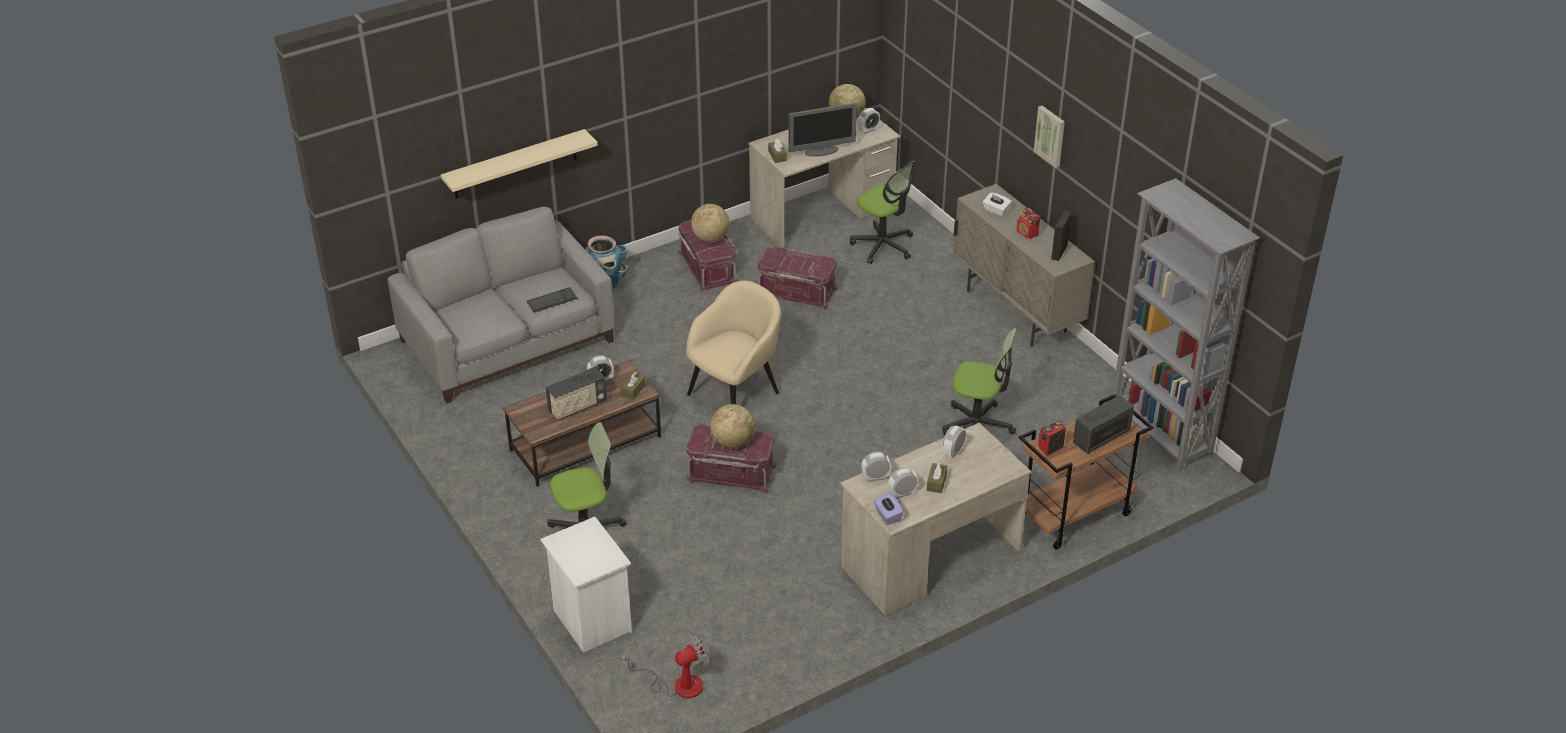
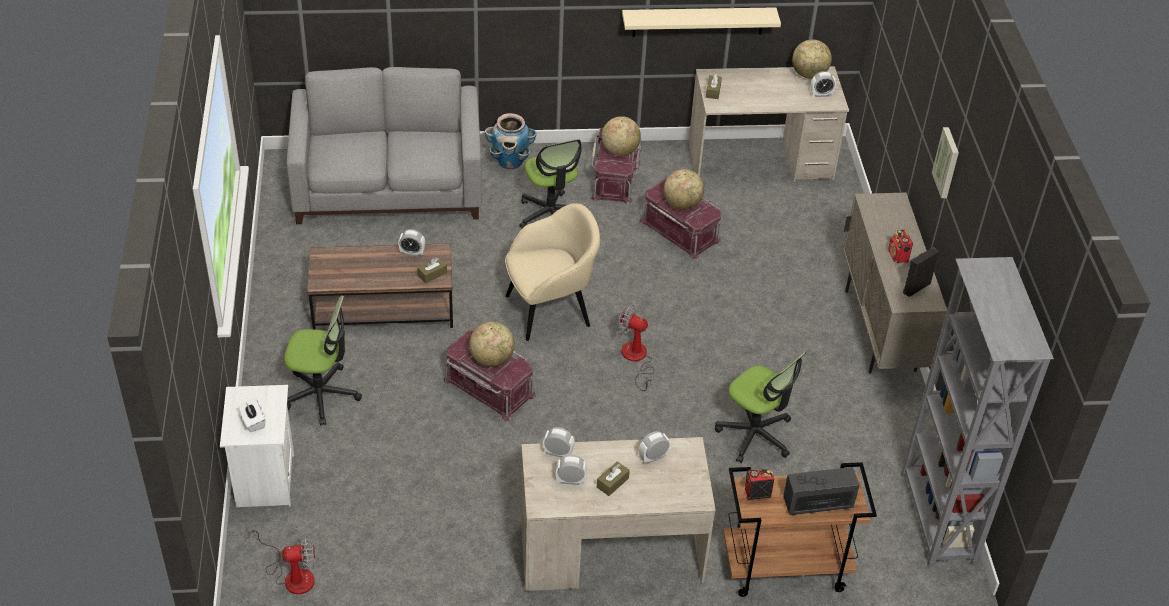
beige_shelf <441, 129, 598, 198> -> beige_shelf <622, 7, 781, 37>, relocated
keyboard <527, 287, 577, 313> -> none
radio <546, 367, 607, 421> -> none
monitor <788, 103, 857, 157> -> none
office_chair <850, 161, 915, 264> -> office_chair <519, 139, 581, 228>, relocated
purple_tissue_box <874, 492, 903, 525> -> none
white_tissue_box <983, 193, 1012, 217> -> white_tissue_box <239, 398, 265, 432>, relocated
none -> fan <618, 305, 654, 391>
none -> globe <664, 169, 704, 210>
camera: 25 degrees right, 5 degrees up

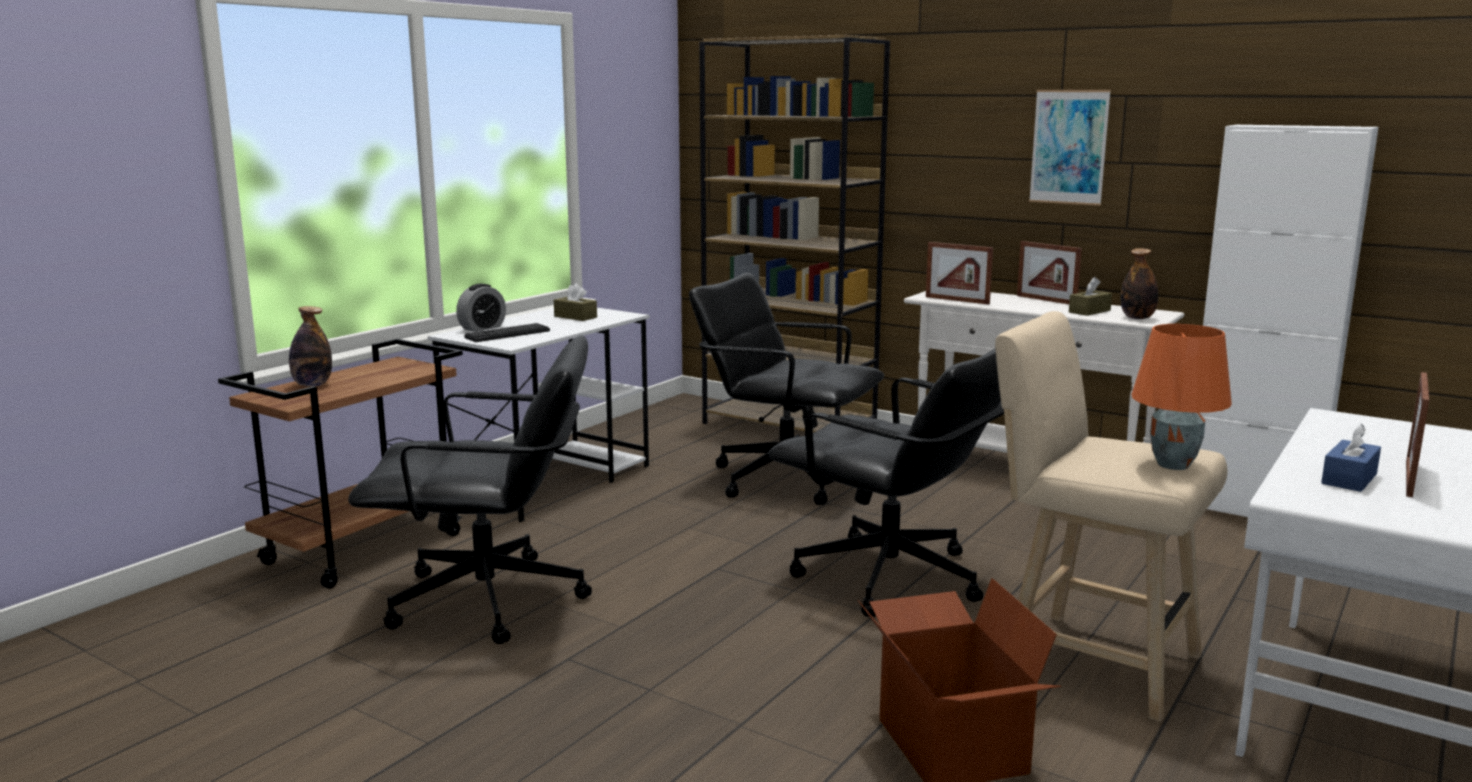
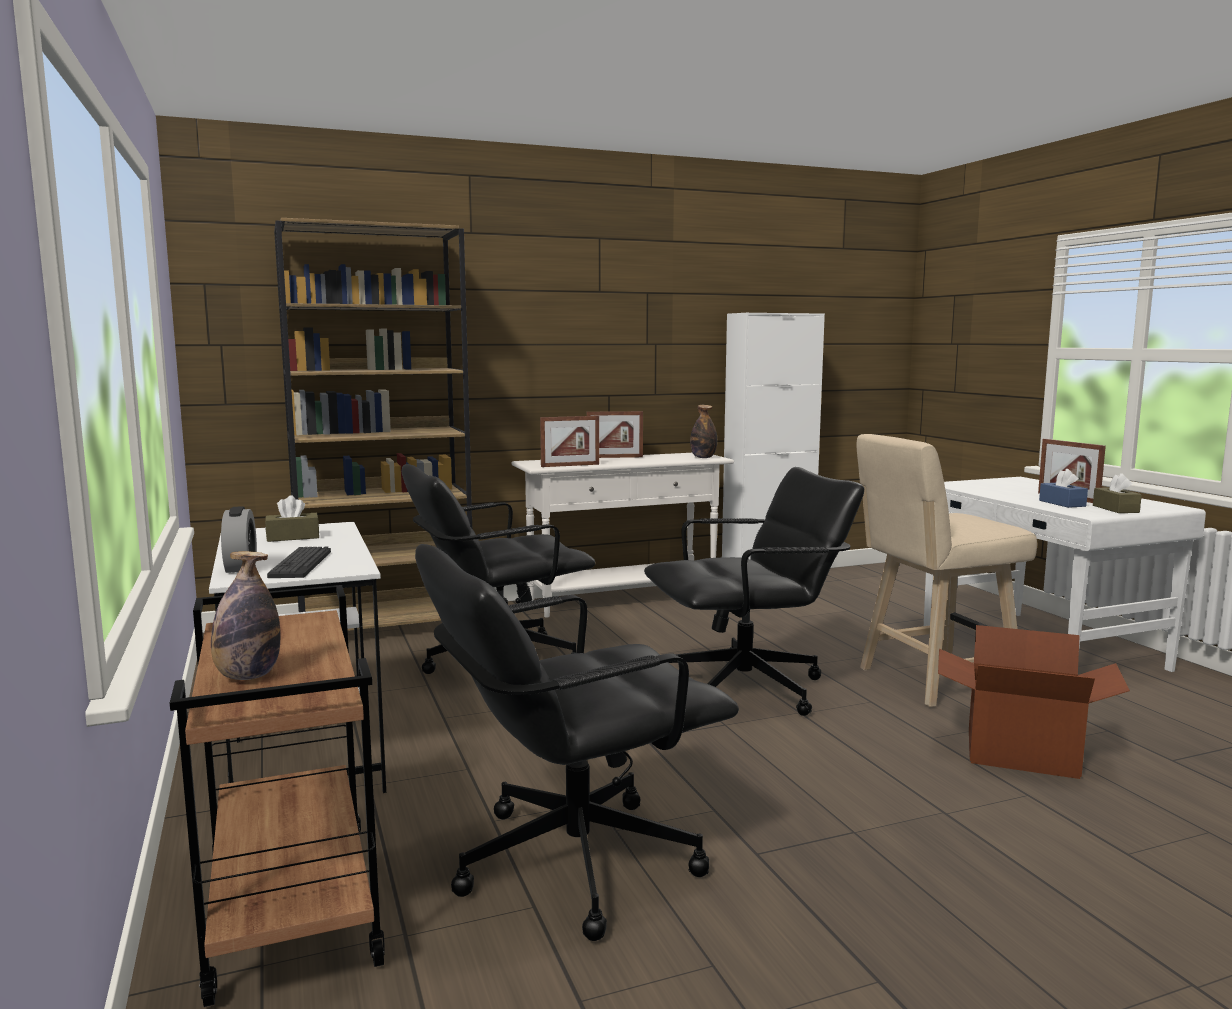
black_office_chair <348, 335, 592, 644> -> black_office_chair <415, 544, 739, 941>, 150 degrees counterclockwise
picture <1029, 90, 1111, 206> -> none
brown_tissue_box <1069, 277, 1112, 316> -> brown_tissue_box <1093, 473, 1142, 513>, relocated
orange_table_lamp <1131, 324, 1232, 470> -> none
camera: 55 degrees left, 5 degrees down

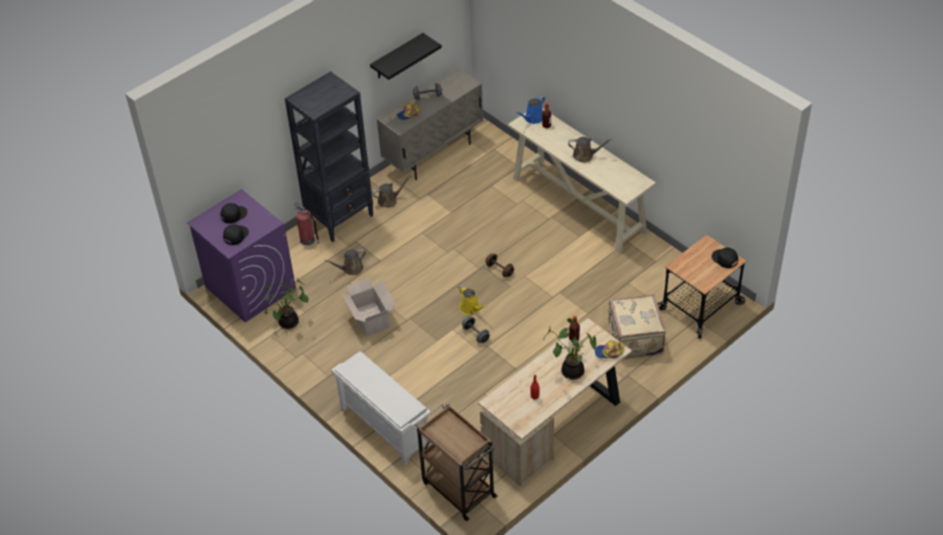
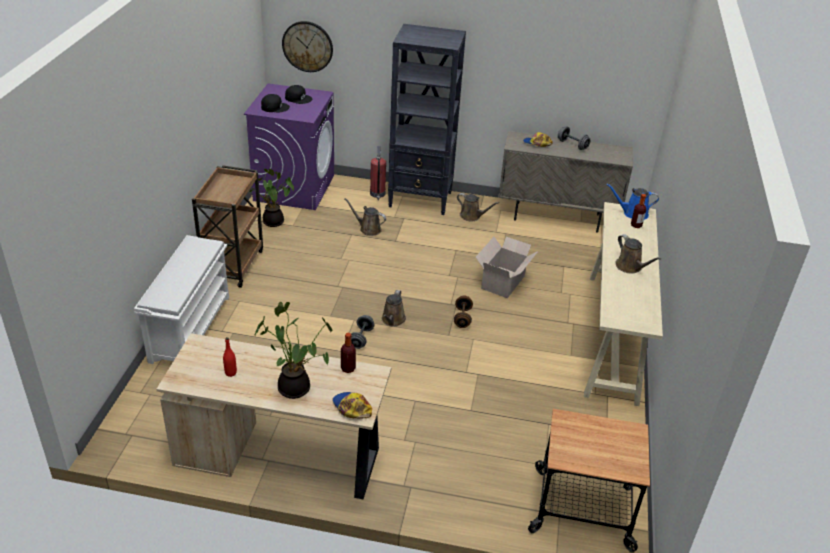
cardboard_box <341, 278, 396, 336> -> cardboard_box <476, 237, 538, 298>, relocated
black_shelf <370, 33, 442, 80> -> none
brown_cart <415, 404, 498, 521> -> brown_cart <192, 165, 263, 288>, relocated
yellow_watering_can <458, 285, 487, 315> -> brown_watering_can <381, 290, 406, 327>
beige_suitcase <608, 294, 666, 359> -> none
black_cap <712, 247, 738, 268> -> none
none -> wall_clock <282, 21, 333, 72>
camera: 50 degrees right, 10 degrees down

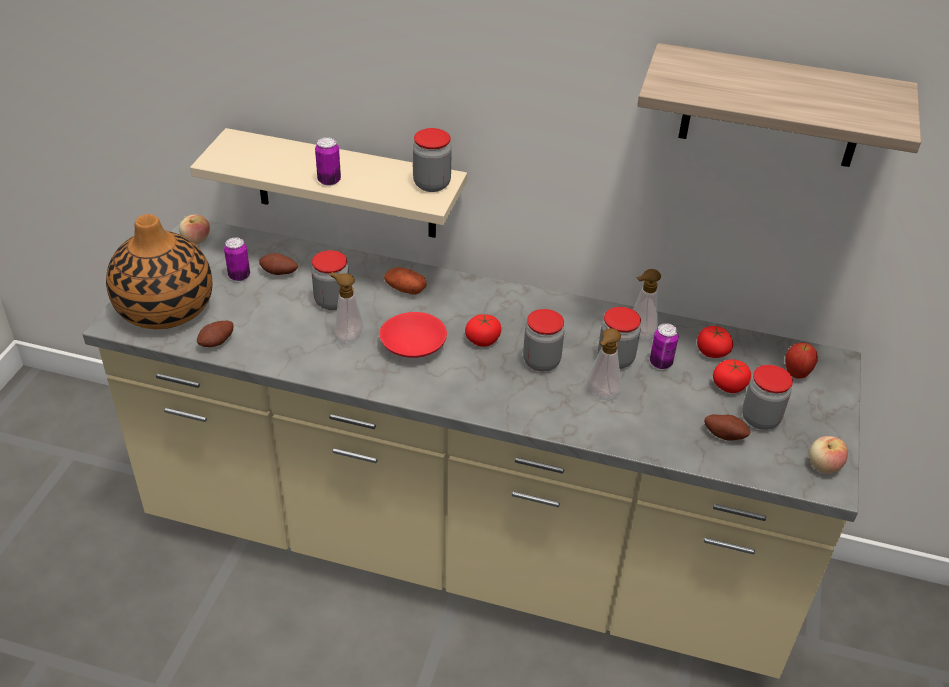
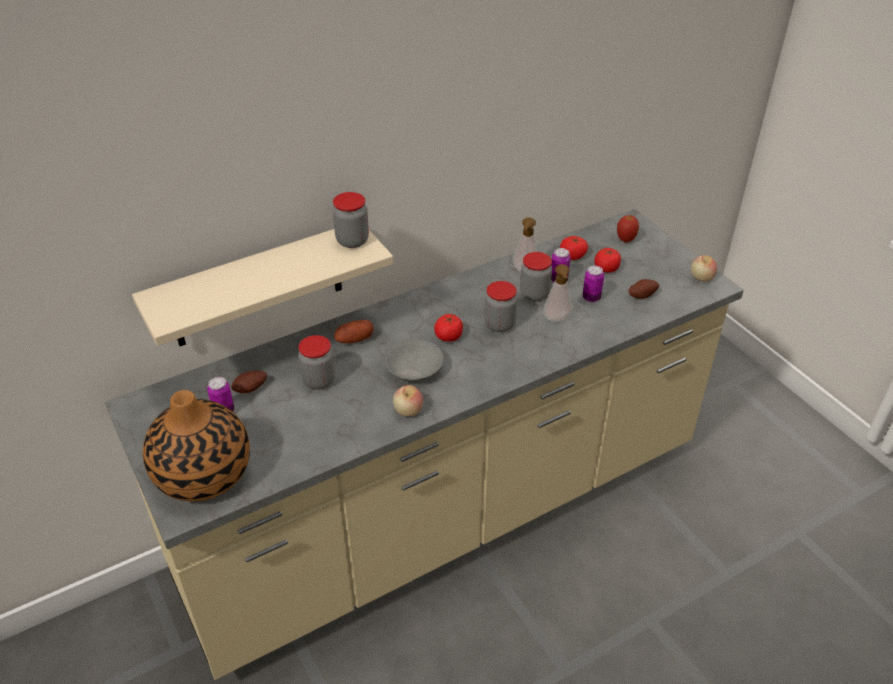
apple <179, 214, 210, 245> -> apple <393, 385, 423, 417>, relocated
potato <197, 321, 233, 347> -> none
can <315, 137, 341, 186> -> can <583, 266, 604, 302>, relocated
soap_dispenser <330, 272, 363, 345> -> none
red_bowl <380, 312, 447, 358> -> grey_bowl <385, 339, 444, 381>
shelf <637, 43, 921, 167> -> none
jar <742, 365, 793, 430> -> none
camera: 45 degrees left, 0 degrees up

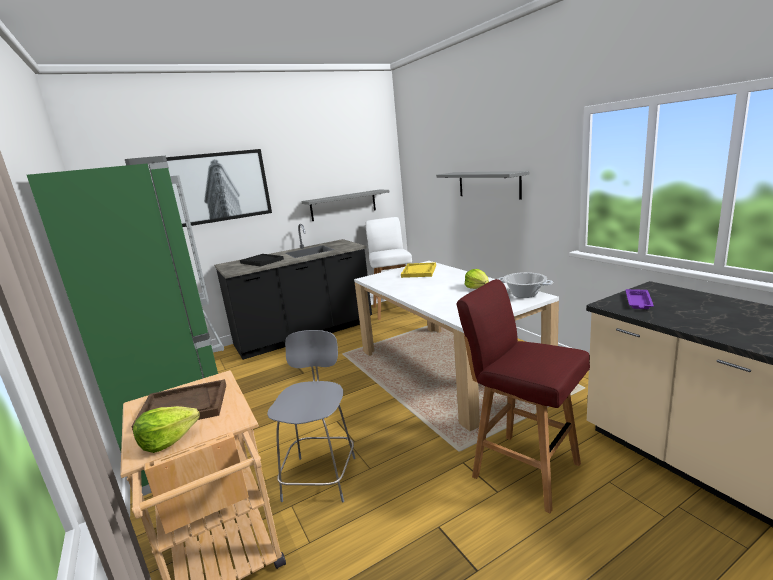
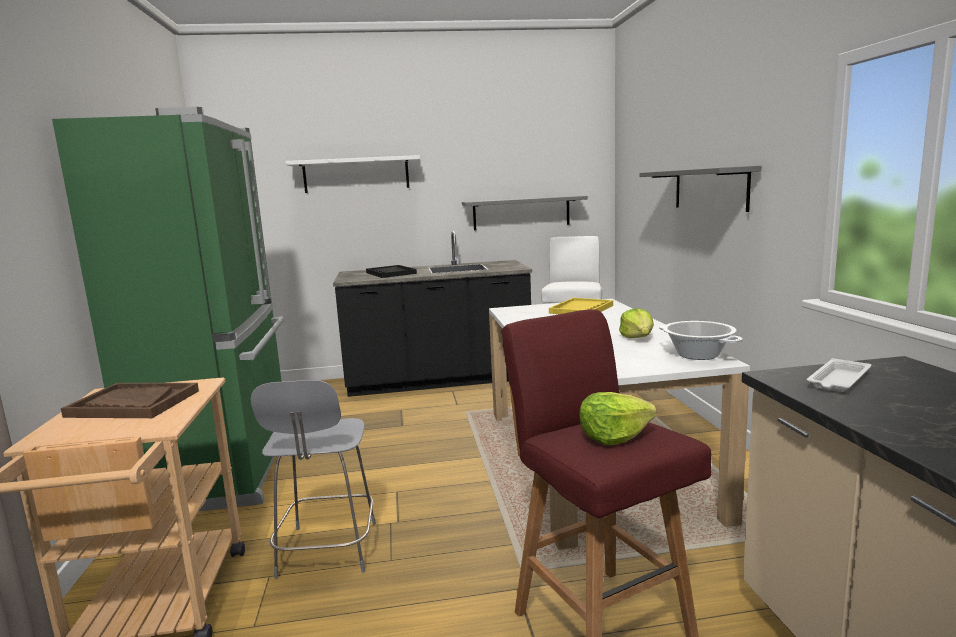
lettuce <133, 406, 199, 453> -> lettuce <579, 392, 657, 445>, relocated
picture <166, 149, 272, 227> -> white_shelf <285, 155, 420, 193>
grey_chair <267, 330, 355, 503> -> grey_chair <251, 380, 376, 579>, 150 degrees clockwise
purple_tray <626, 289, 654, 309> -> white_tray <807, 358, 871, 392>
camera: 20 degrees right, 5 degrees down

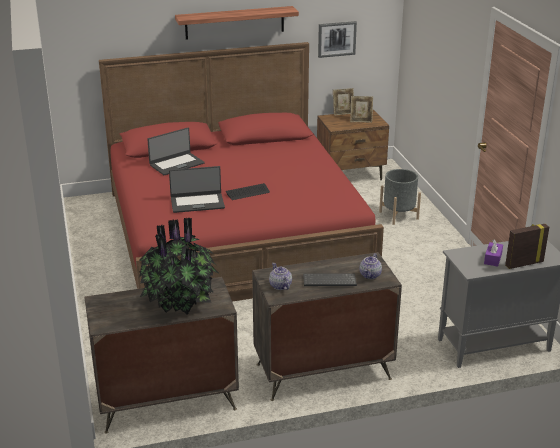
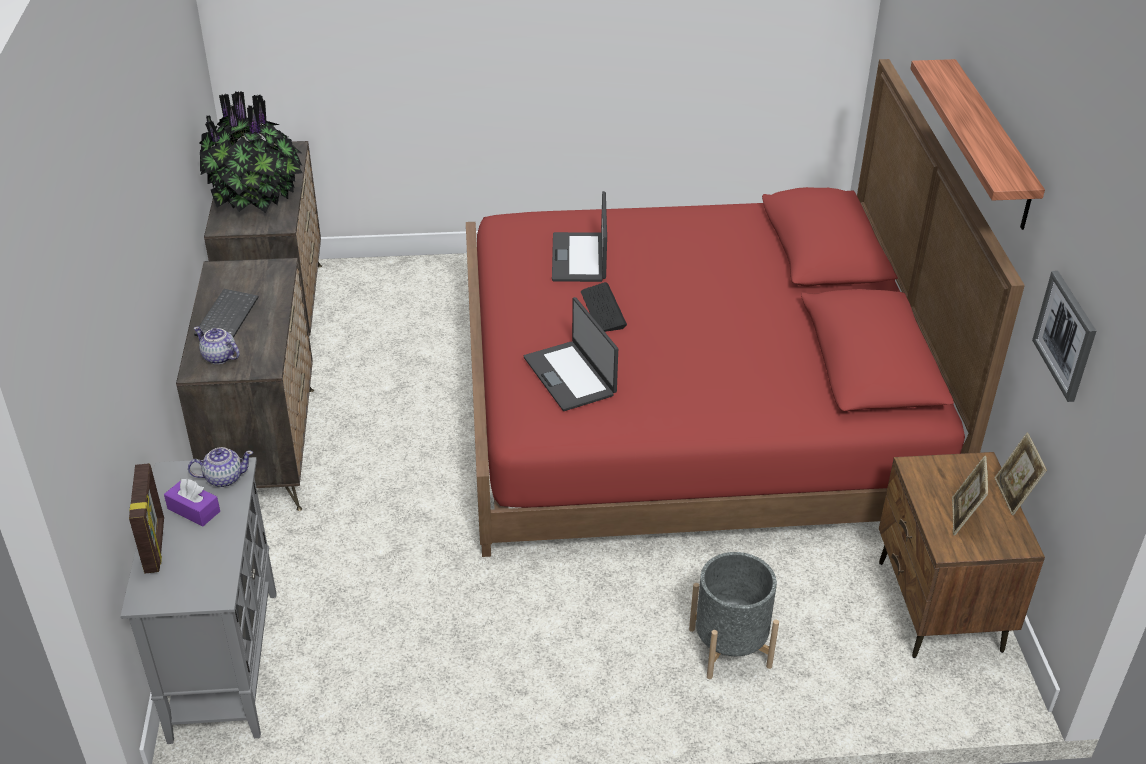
laptop <147, 128, 205, 175> -> laptop <524, 297, 618, 411>, relocated
teapot <269, 263, 292, 290> -> teapot <188, 447, 253, 487>, relocated
camera: 100 degrees right, 10 degrees up

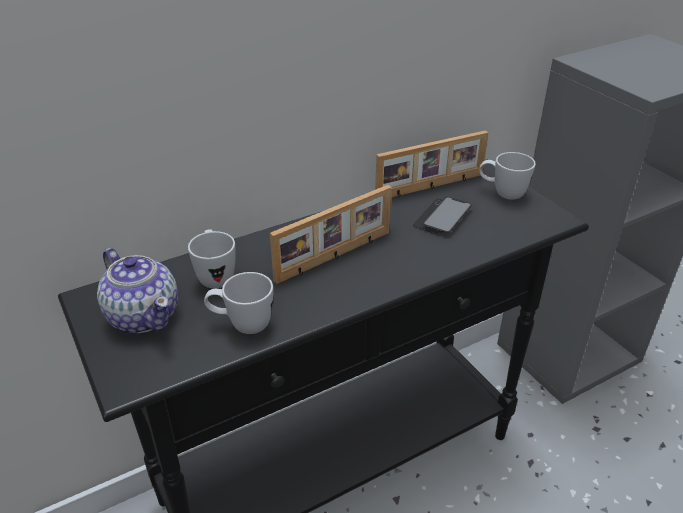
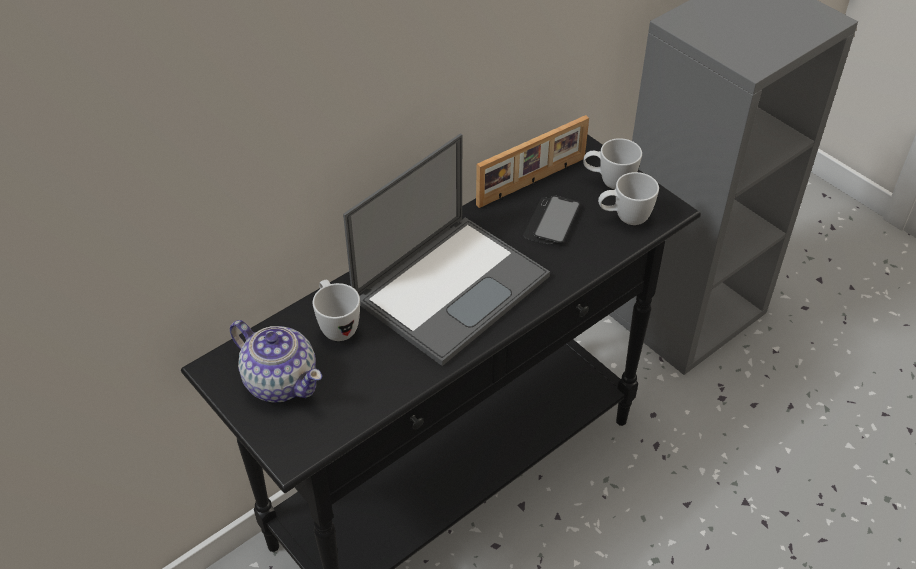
white_mug <204, 272, 273, 334> -> white_mug <598, 172, 659, 225>, relocated
picture_frame <270, 185, 392, 284> -> laptop <343, 134, 550, 366>
camera: 10 degrees left, 10 degrees up

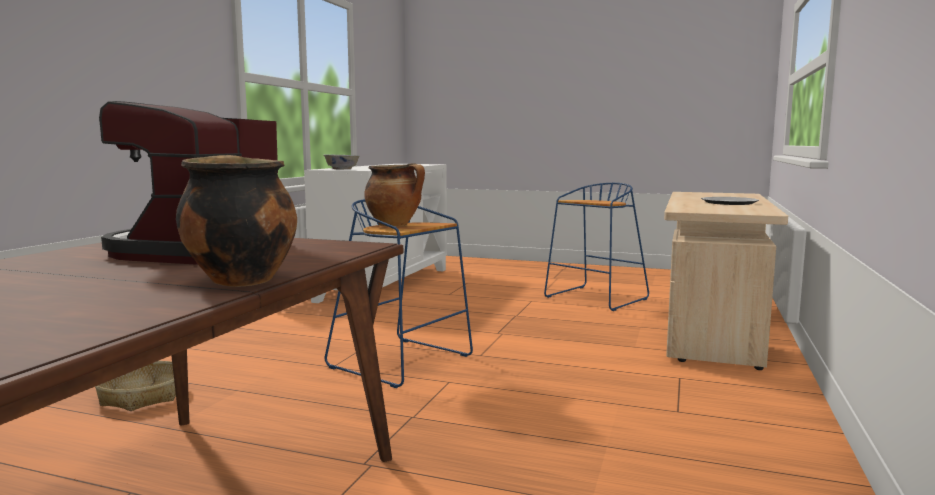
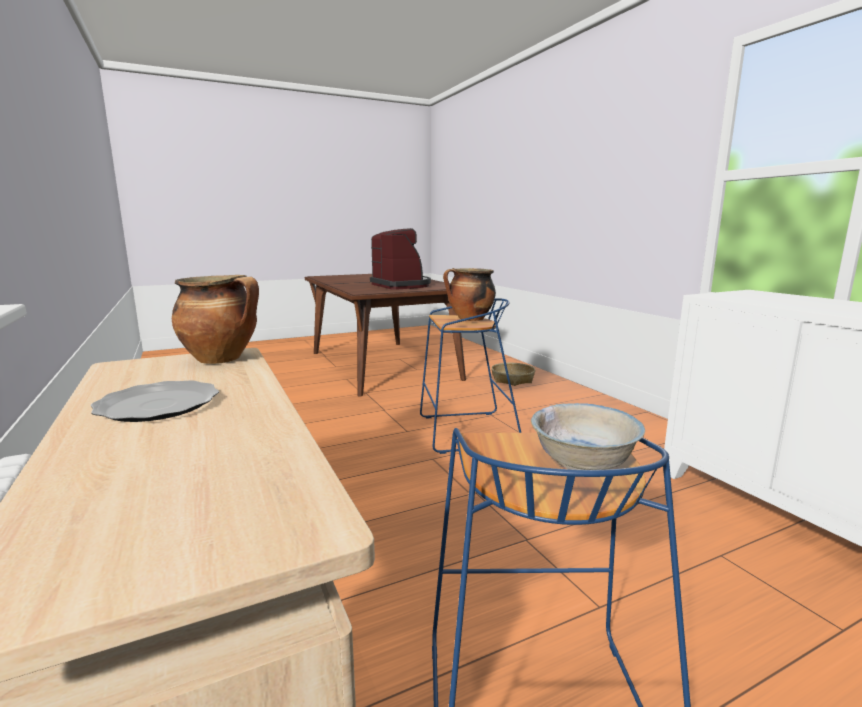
cooking_pot <176, 155, 297, 287> -> cooking_pot <172, 275, 259, 364>, relocated
white_bowl <324, 154, 360, 170> -> white_bowl <531, 403, 645, 470>, relocated
camera: 135 degrees right, 5 degrees up

